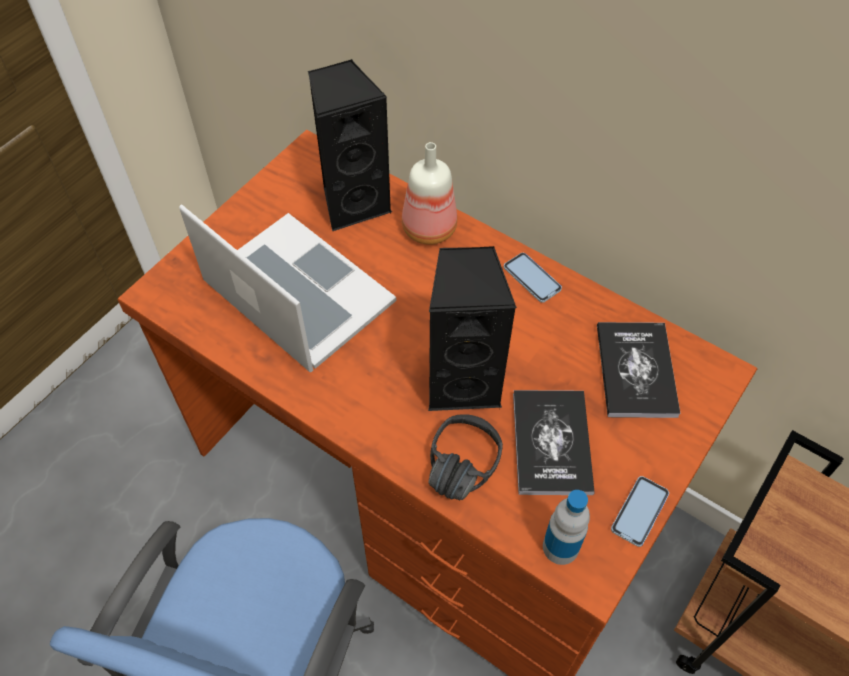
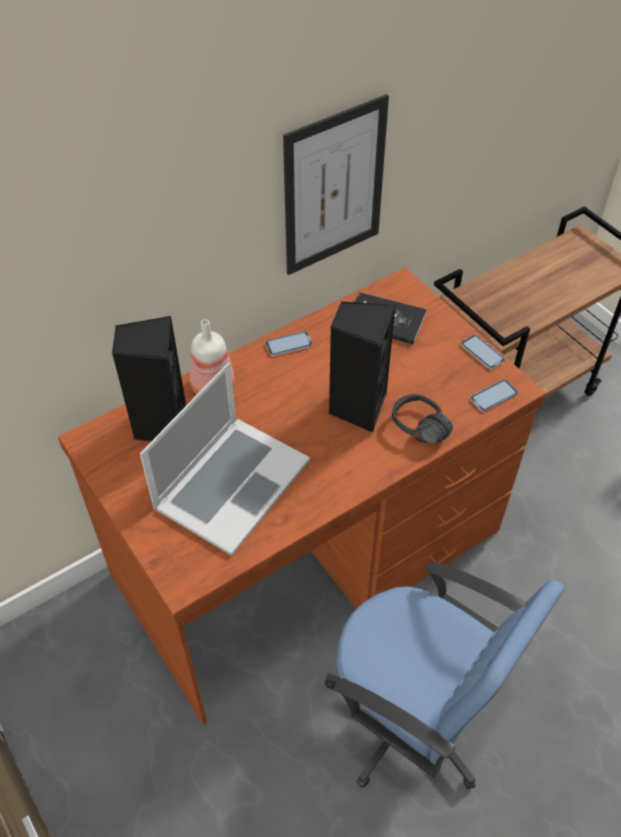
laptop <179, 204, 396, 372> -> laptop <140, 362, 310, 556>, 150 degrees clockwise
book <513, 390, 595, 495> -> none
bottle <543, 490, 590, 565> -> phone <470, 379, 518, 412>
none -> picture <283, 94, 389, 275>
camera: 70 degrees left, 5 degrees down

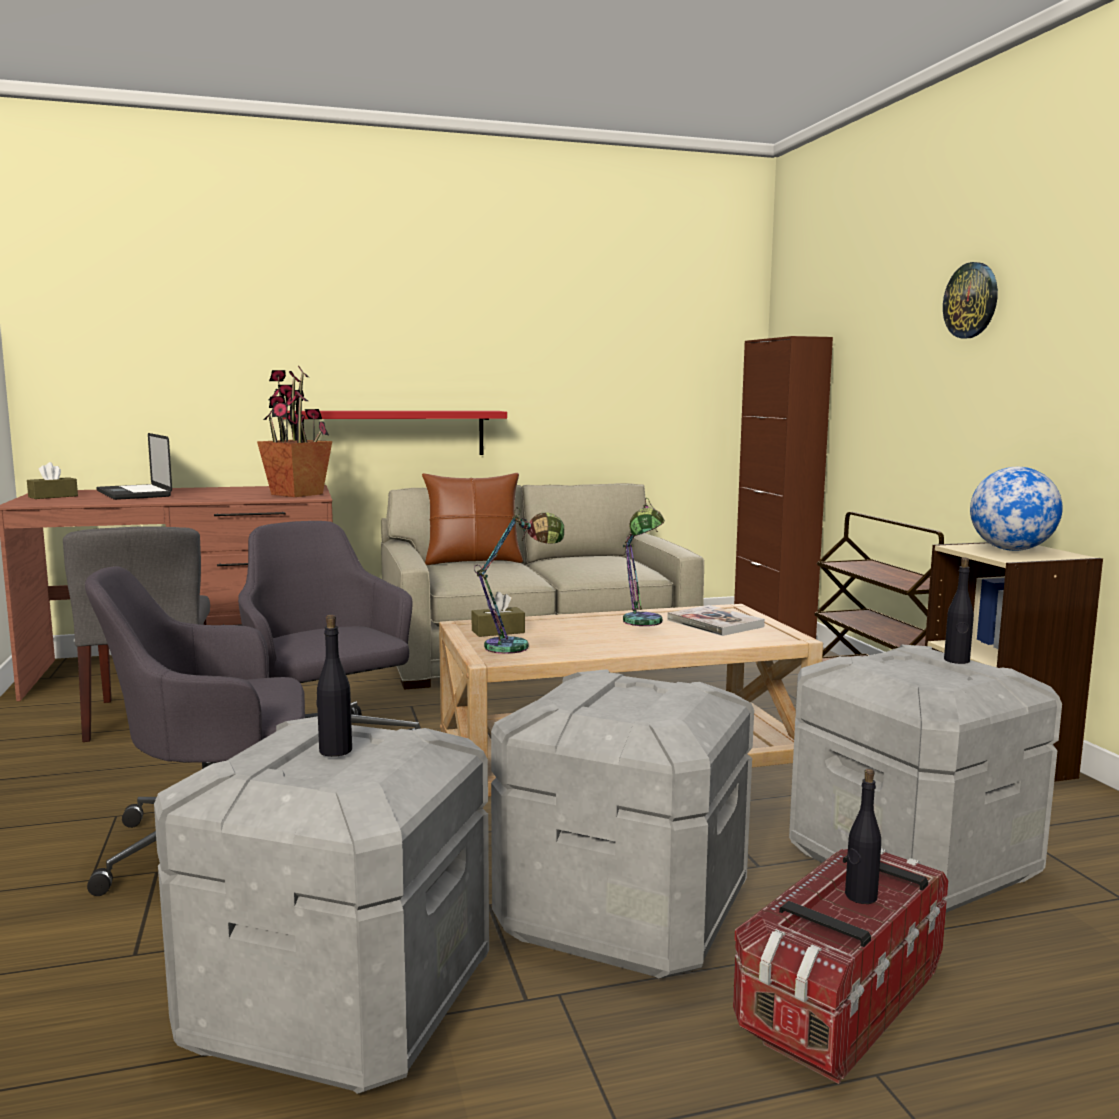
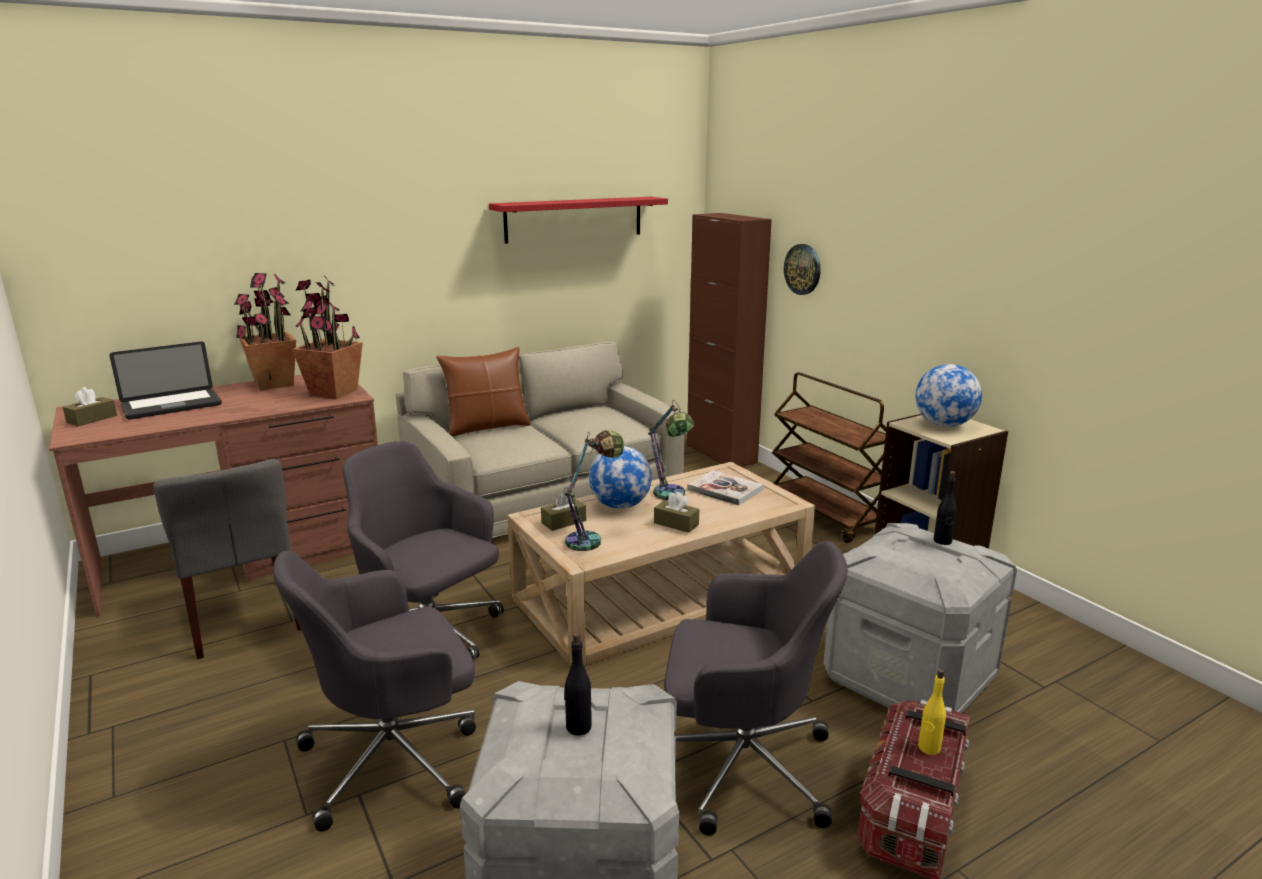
laptop <96, 433, 172, 500> -> laptop <109, 342, 222, 420>, 75 degrees counterclockwise
red_shelf <283, 411, 507, 455> -> red_shelf <489, 197, 668, 244>, relocated
grey_storage_box <491, 669, 754, 978> -> grey_office_chair <664, 541, 848, 836>
black_bottle <845, 769, 881, 904> -> yellow_bottle <918, 669, 946, 755>
wall_clock <943, 262, 998, 338> -> wall_clock <784, 244, 821, 295>, relocated
none -> potted_plant <234, 273, 296, 390>
none -> globe <589, 446, 652, 509>
none -> brown_tissue_box <654, 492, 699, 533>
camera: 15 degrees left, 10 degrees up

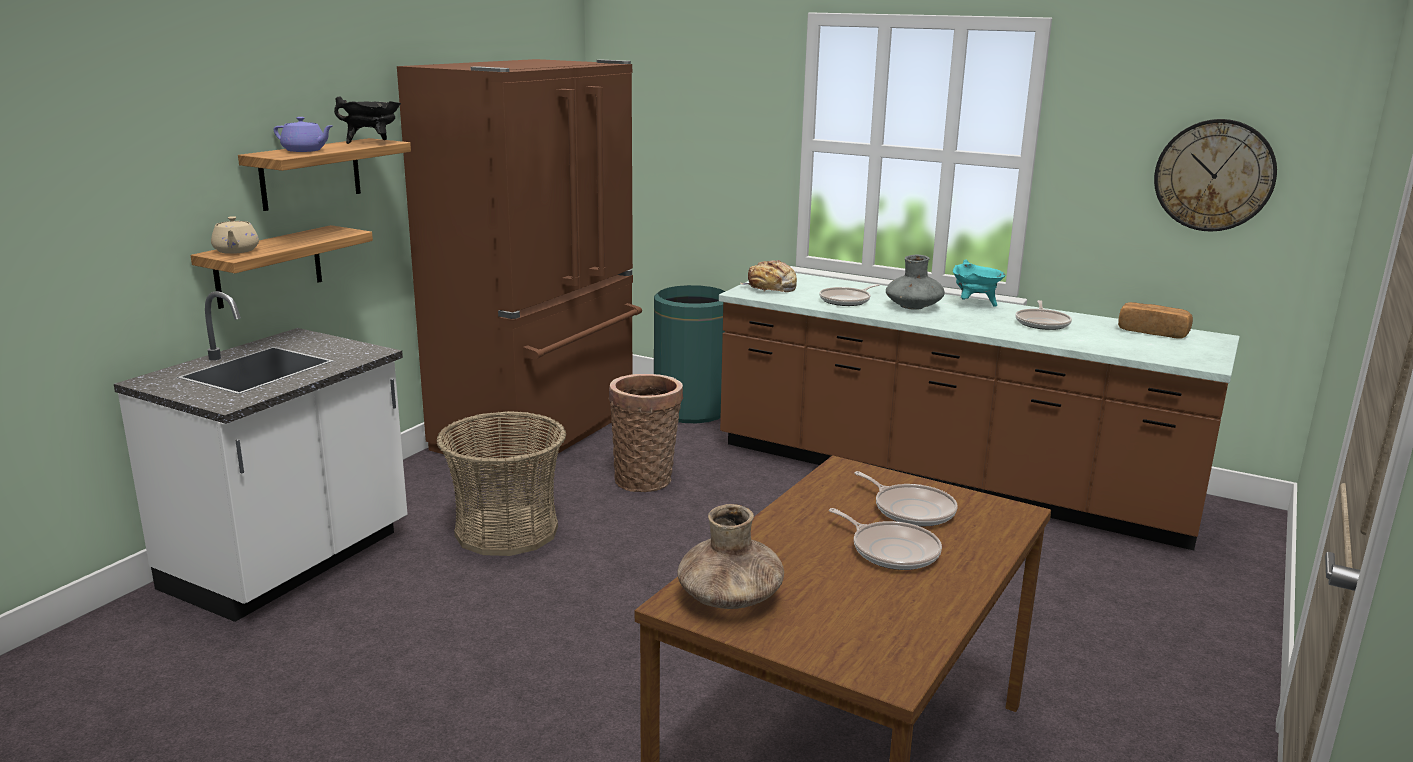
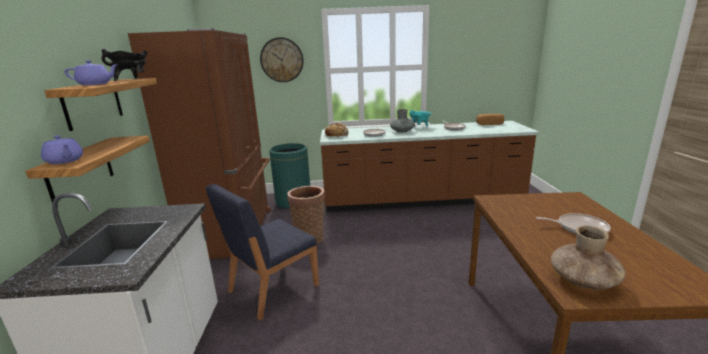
beige_teapot <211, 216, 259, 254> -> purple_teapot <41, 135, 83, 164>
basket <436, 411, 566, 556> -> blue_chair <206, 184, 319, 321>
frying_pan <854, 471, 958, 526> -> none
wall_clock <1154, 119, 1277, 232> -> wall_clock <260, 37, 304, 82>, relocated
camera: 30 degrees left, 0 degrees up

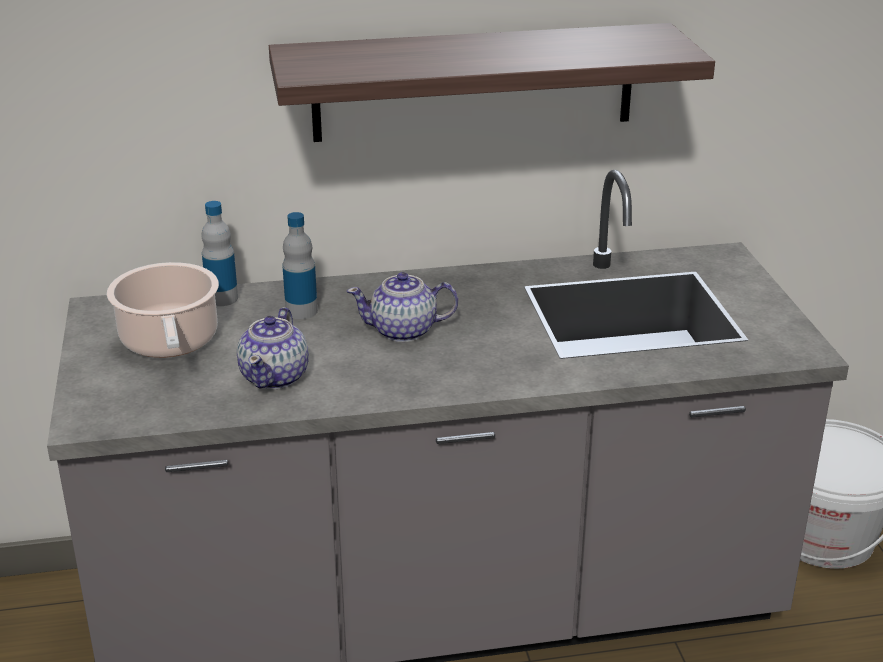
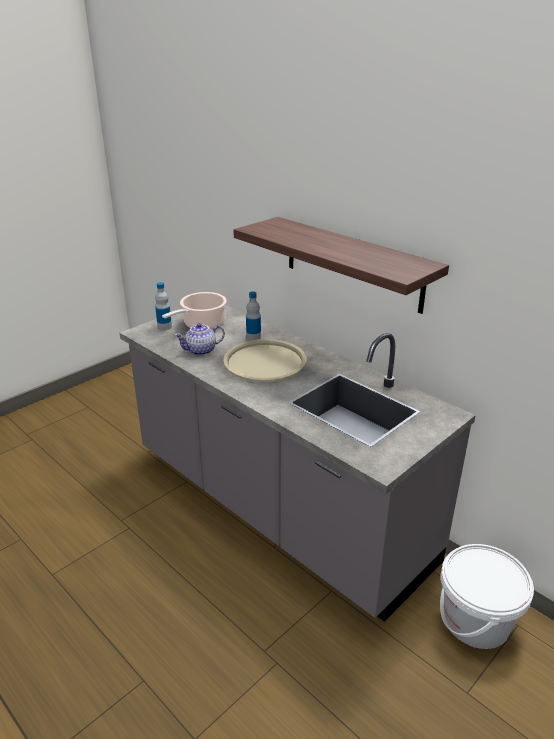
bottle <201, 201, 238, 306> -> bottle <155, 282, 172, 330>, relocated
teapot <347, 272, 458, 342> -> beige_tray <223, 339, 307, 382>
camera: 55 degrees right, 0 degrees up

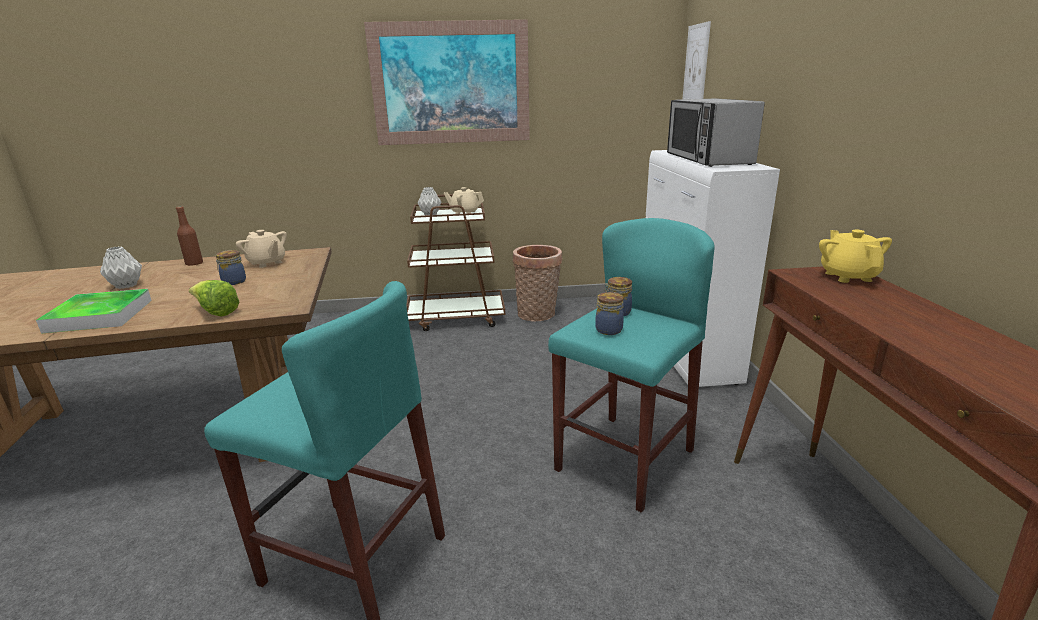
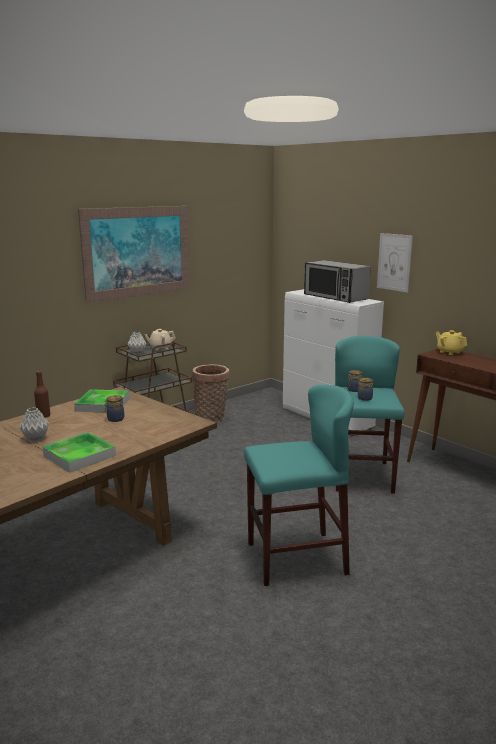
lettuce <189, 280, 239, 317> -> none
beige_teapot <236, 230, 287, 268> -> tray <74, 389, 130, 413>
picture <682, 21, 711, 99> -> picture <377, 233, 413, 293>, relocated
camera: 35 degrees left, 5 degrees down

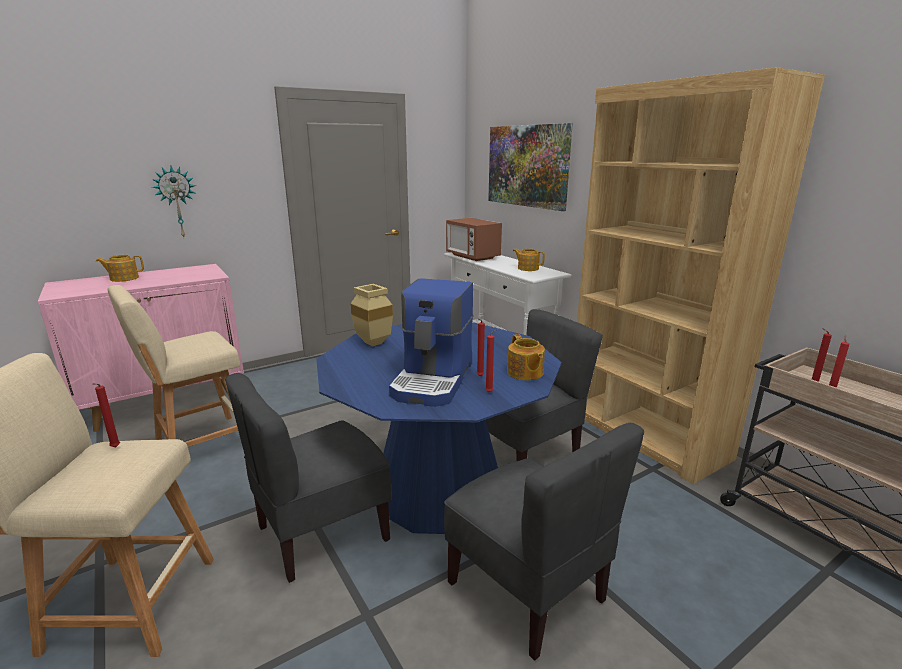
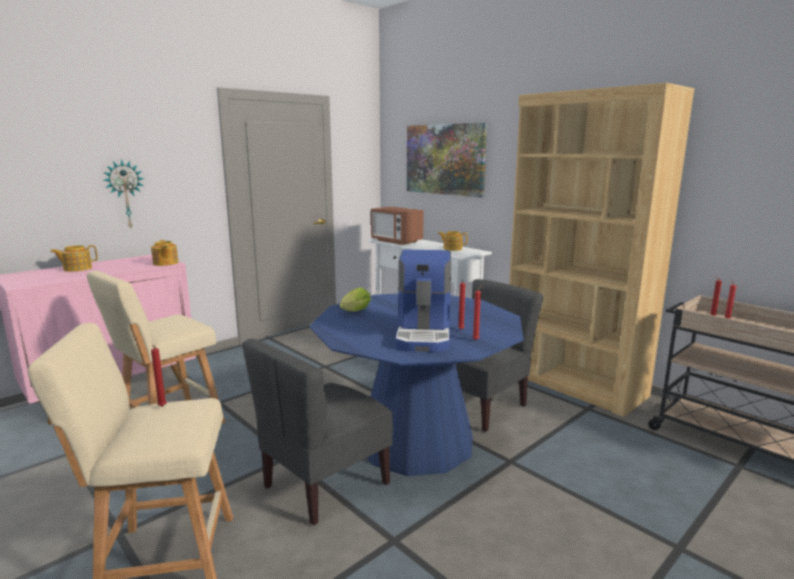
beige_vase <350, 284, 393, 347> -> lettuce <340, 288, 371, 311>
grey_chair <444, 423, 644, 661> -> none
teapot <507, 334, 545, 380> -> teapot <151, 240, 178, 266>, relocated
camera: 10 degrees left, 5 degrees down

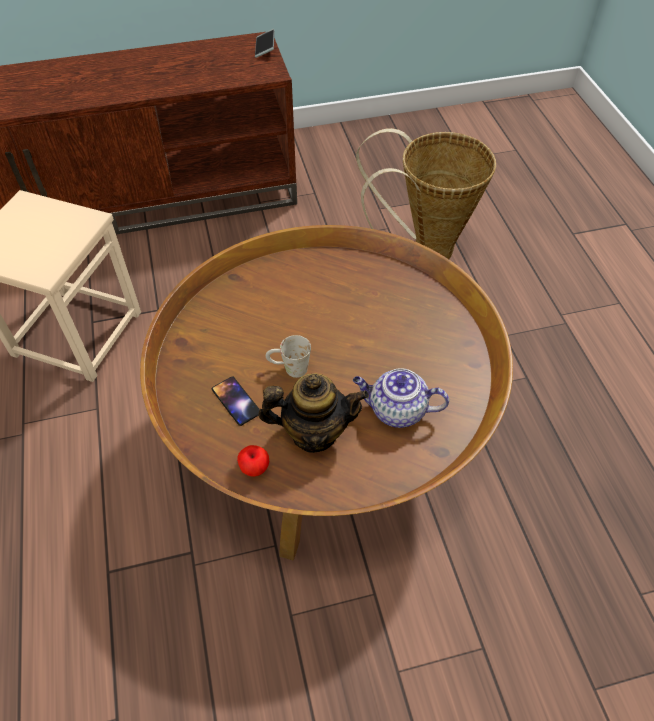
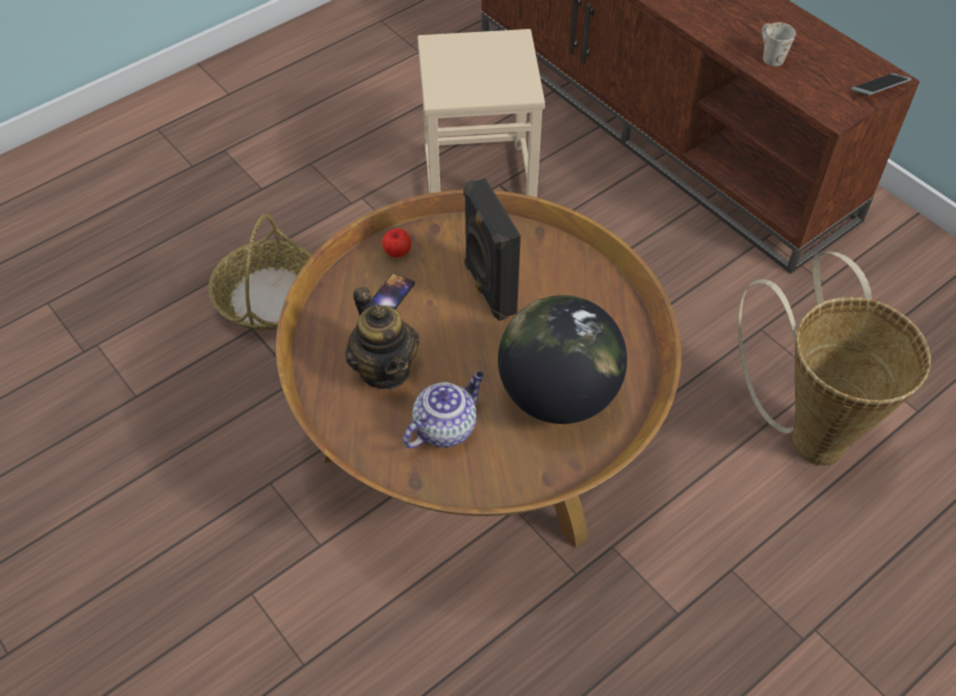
apple <237, 445, 269, 477> -> apple <382, 228, 411, 258>, relocated
white_mug <266, 335, 311, 378> -> white_mug <762, 22, 796, 66>, relocated
teapot <353, 368, 449, 428> -> teapot <403, 371, 484, 448>, 60 degrees clockwise
none -> basket <208, 214, 312, 331>
none -> black_speaker <464, 178, 521, 321>
none -> globe <498, 295, 627, 424>
camera: 65 degrees right, 0 degrees up

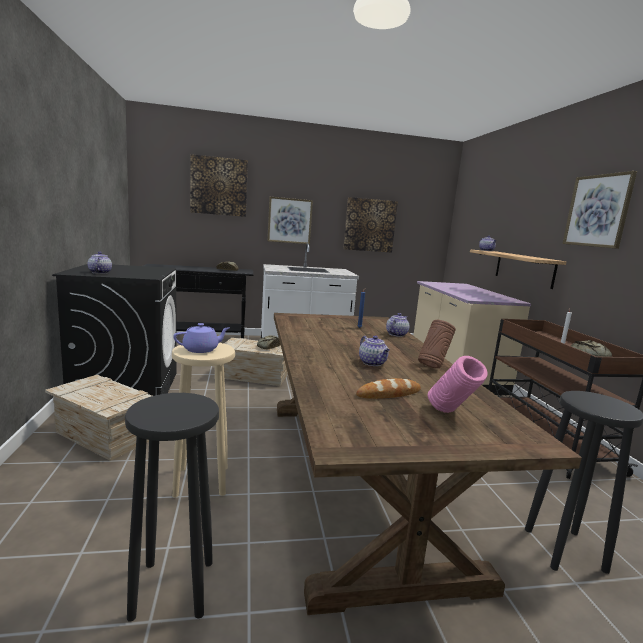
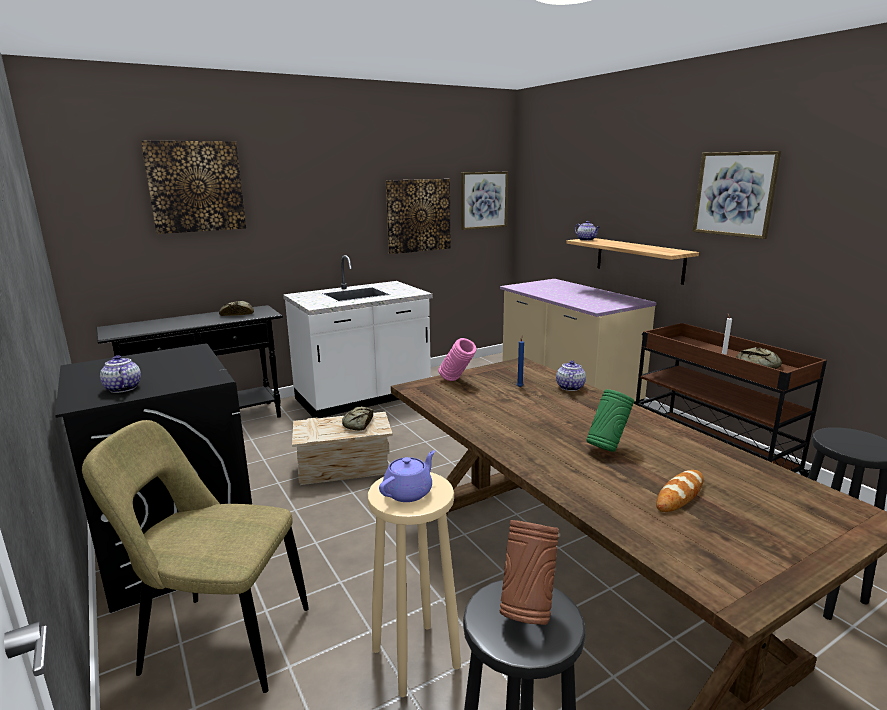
crate <45, 375, 152, 461> -> beige_chair <82, 420, 309, 693>
picture <267, 197, 313, 244> -> picture <461, 172, 508, 230>, relocated
teapot <359, 335, 390, 366> -> green_vase <586, 389, 634, 452>
brown_vase <418, 320, 456, 368> -> brown_vase <500, 520, 559, 625>, relocated
pink_vase <428, 356, 488, 413> -> pink_vase <438, 338, 476, 381>, relocated
camera: 20 degrees left, 5 degrees up

